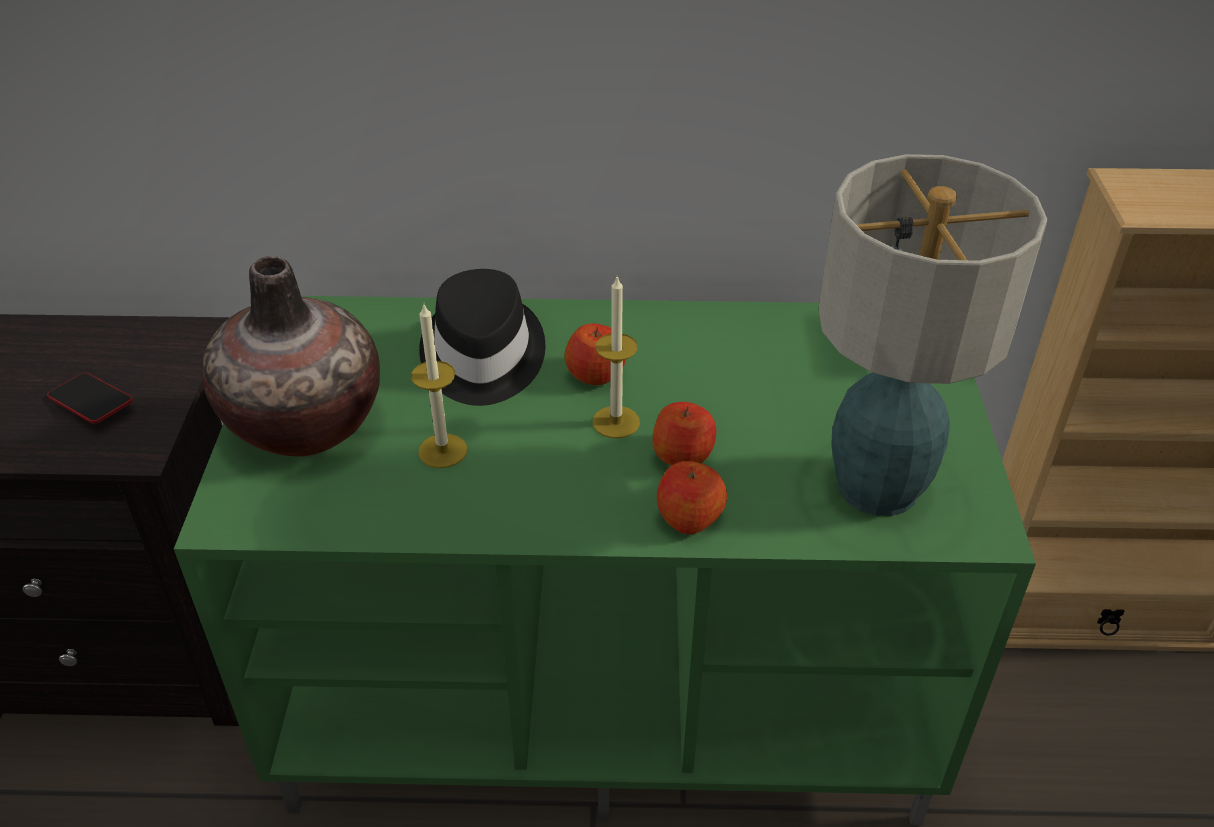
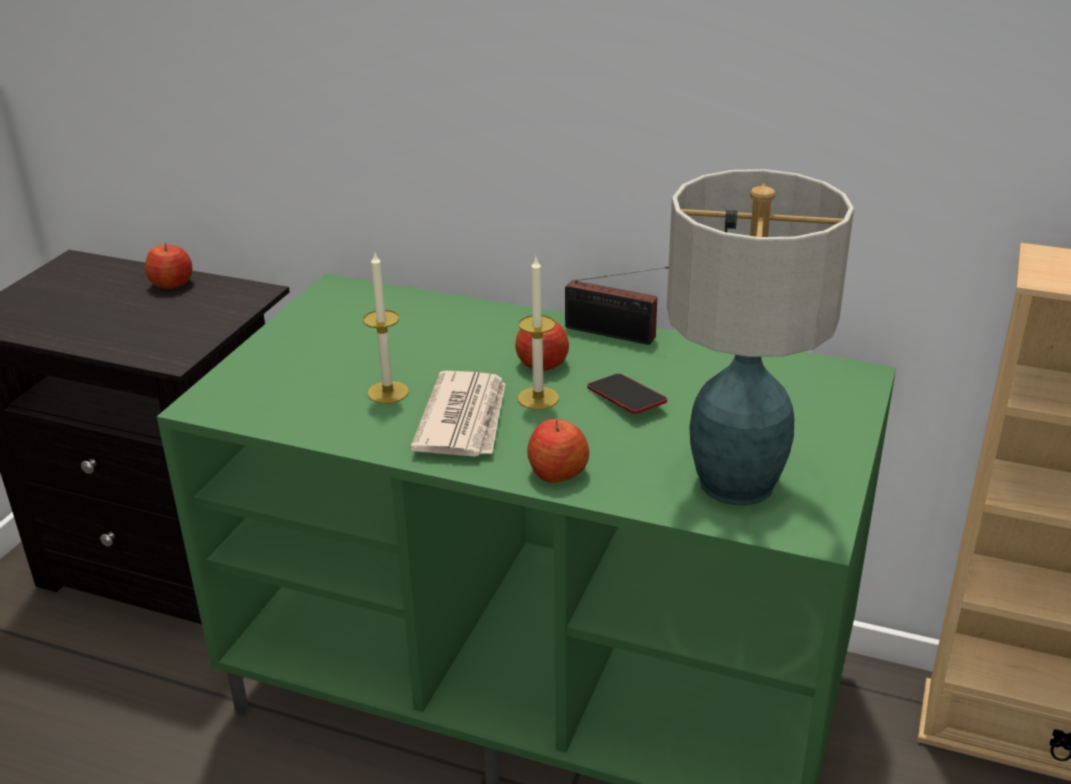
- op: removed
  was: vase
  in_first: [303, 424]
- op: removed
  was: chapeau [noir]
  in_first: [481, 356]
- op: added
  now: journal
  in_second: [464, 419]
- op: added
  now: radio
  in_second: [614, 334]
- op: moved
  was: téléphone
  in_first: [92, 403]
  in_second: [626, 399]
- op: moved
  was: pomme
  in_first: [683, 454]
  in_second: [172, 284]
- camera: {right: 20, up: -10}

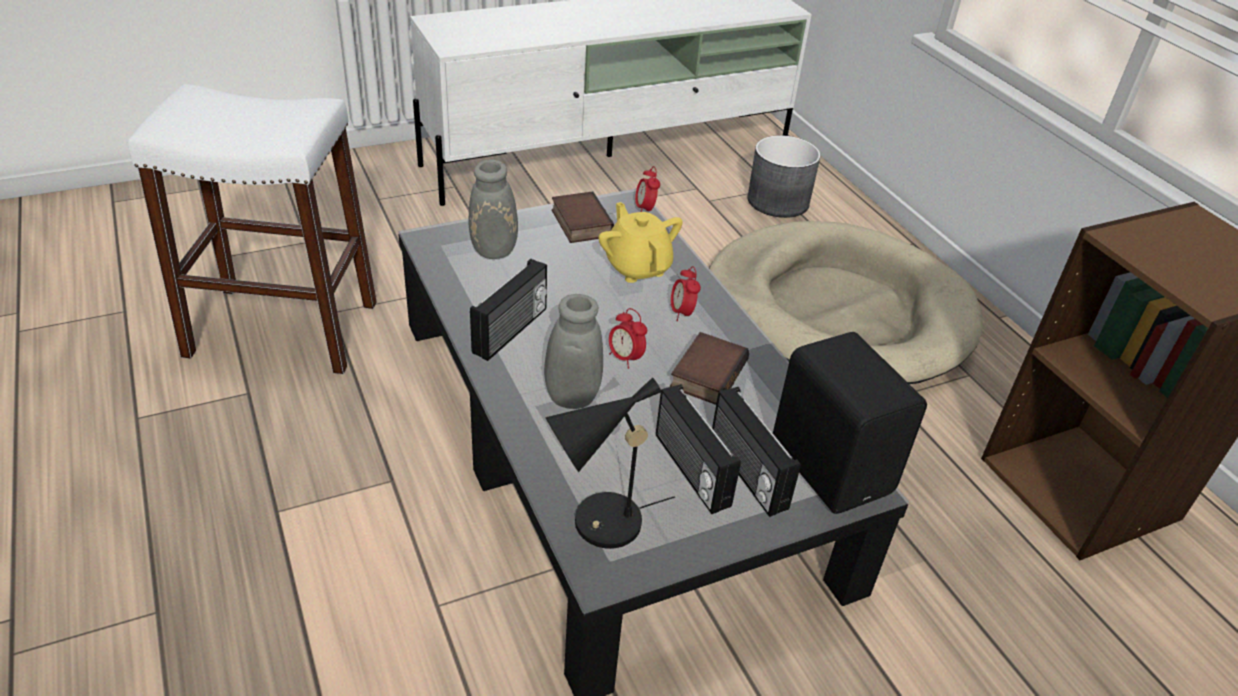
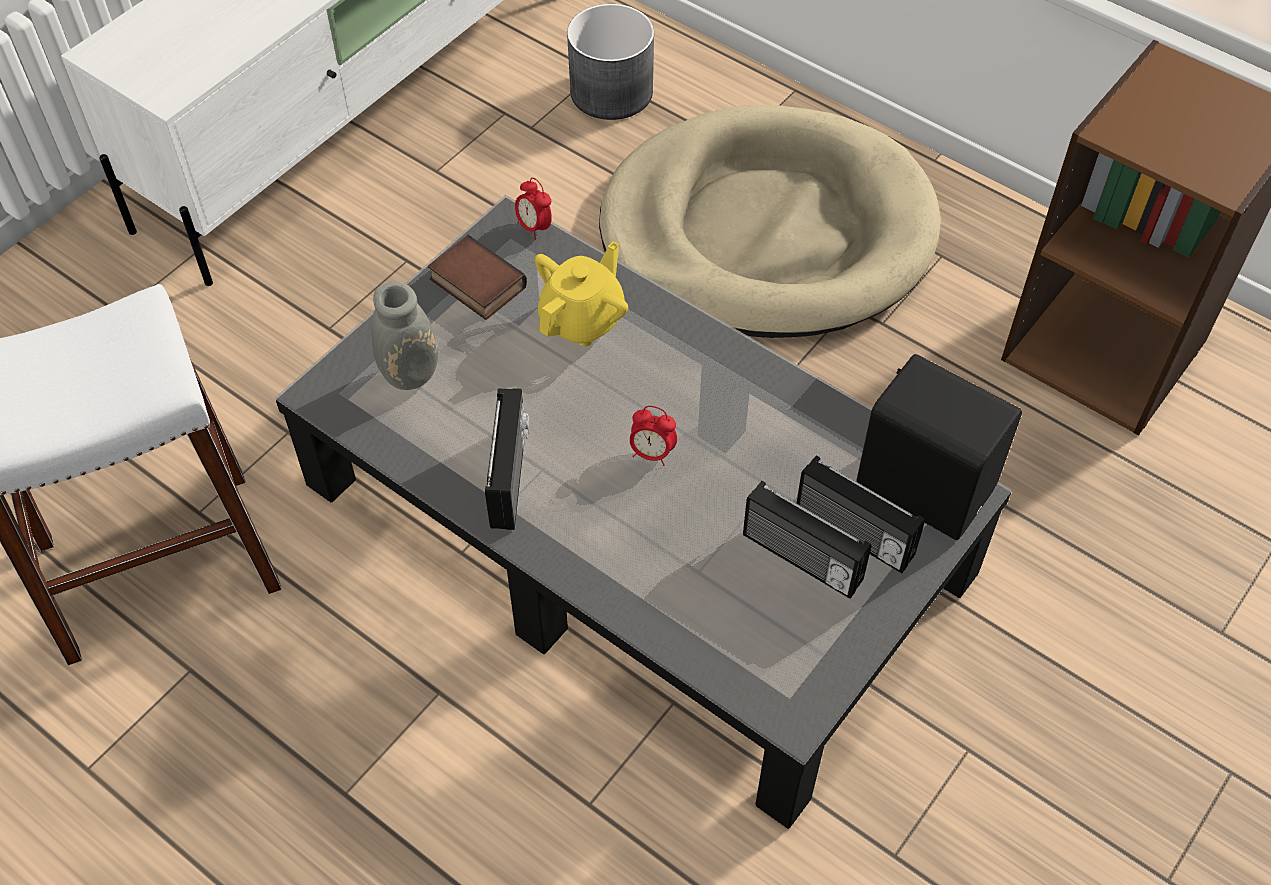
- op: removed
  was: vase [gris]
  in_first: [568, 400]
- op: removed
  was: lampe de table [noir]
  in_first: [599, 527]
- op: removed
  was: livre
  in_first: [706, 373]
- op: removed
  was: réveil
  in_first: [682, 313]
- op: turned
  was: théière [jaune]
  in_first: [637, 267]
  in_second: [582, 320]
  clockwise: 90
- camera: {right: -25, up: 15}

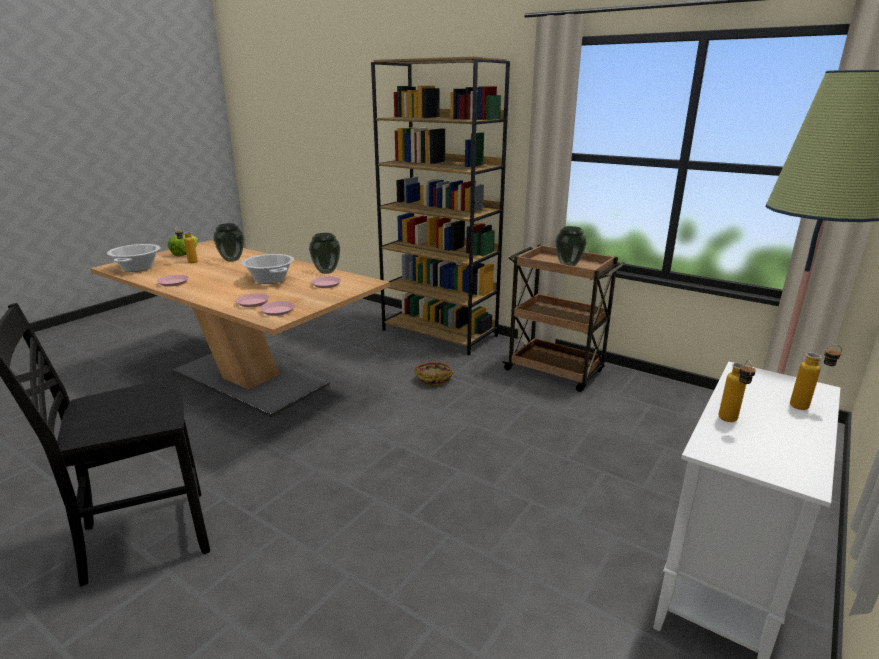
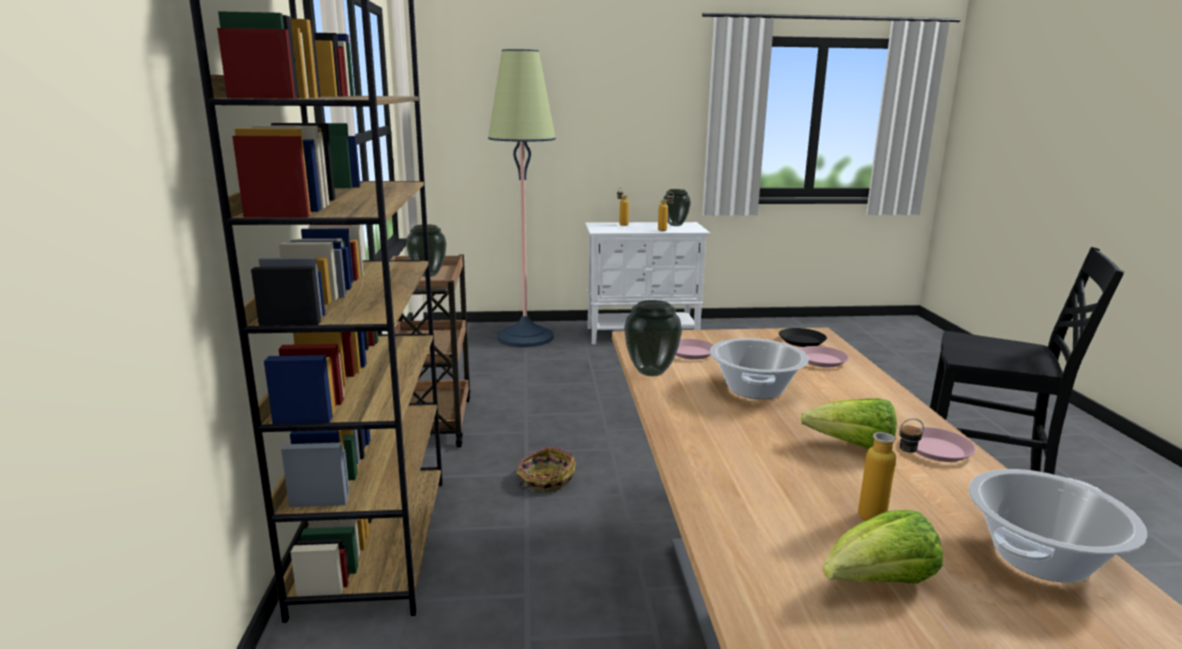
- op: added
  now: laitue
  in_second: [852, 447]
- op: moved
  was: vase
  in_first: [232, 260]
  in_second: [675, 225]
- op: recoloured
  was: assiette [rose]
  now: assiette [noir]
  in_first: [277, 311]
  in_second: [802, 341]
- camera: {right: -130, up: -5}

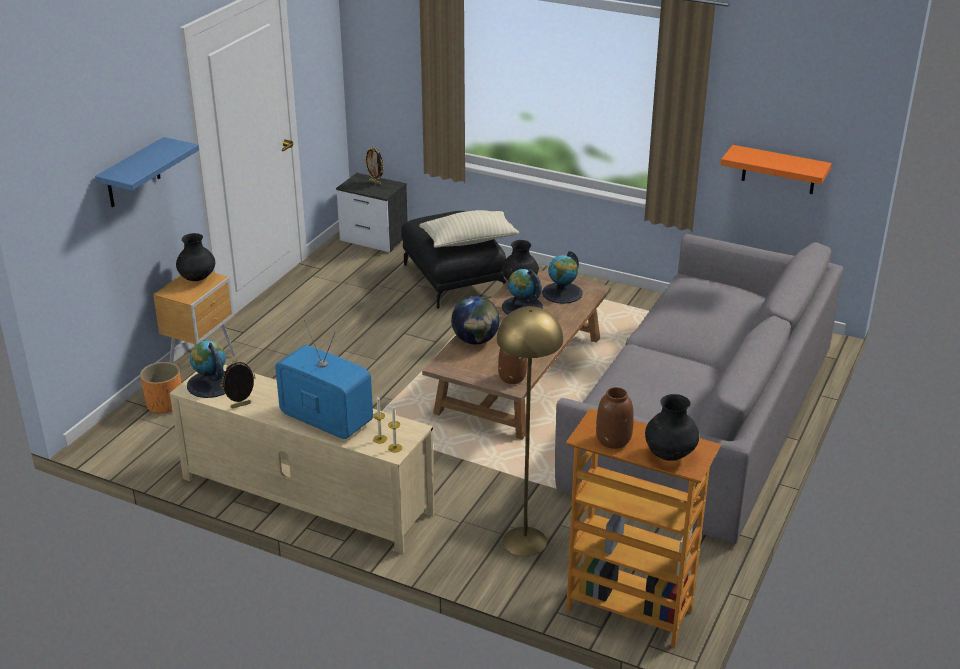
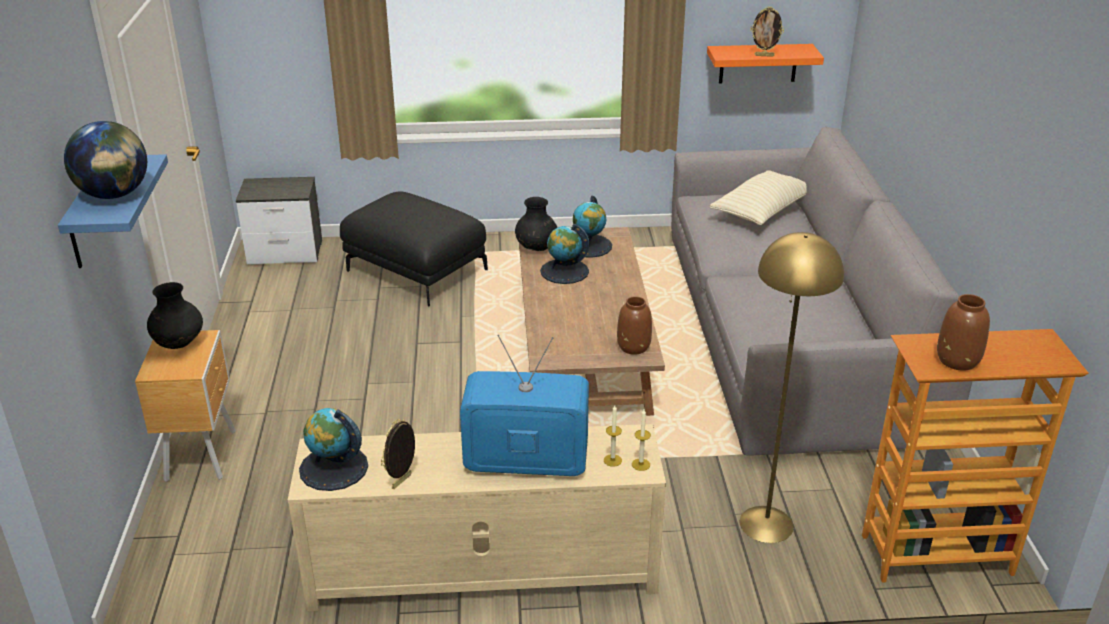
- op: removed
  was: cache-pot [orange]
  in_first: [164, 404]
- op: removed
  was: vase [noir]
  in_first: [669, 454]
- op: moved
  was: cadre photo
  in_first: [375, 182]
  in_second: [764, 55]
- op: moved
  was: coussin [beige]
  in_first: [469, 241]
  in_second: [762, 211]
- op: moved
  was: globe
  in_first: [475, 340]
  in_second: [114, 195]
- camera: {right: -30, up: 0}

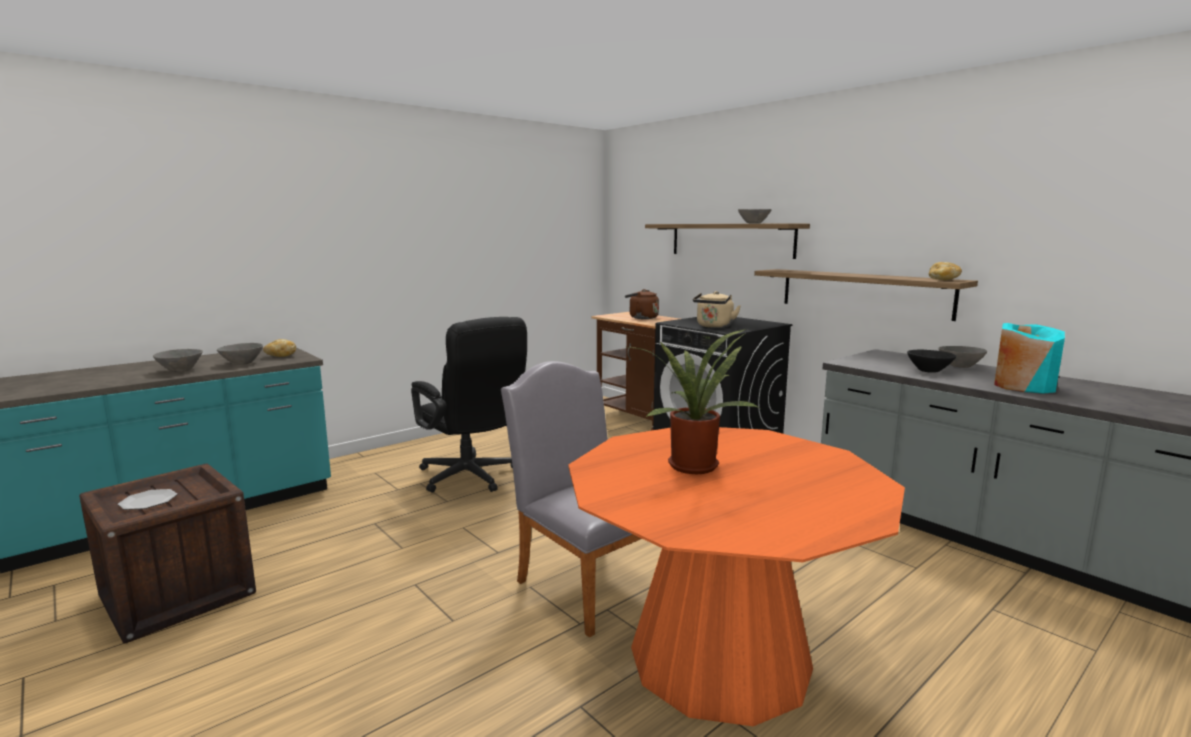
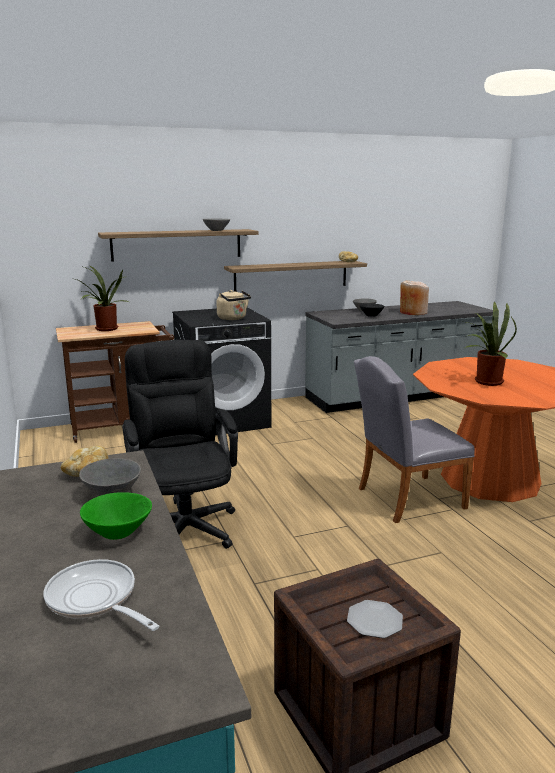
- op: added
  now: poêle
  in_second: [95, 600]
- op: replaced
  was: bouilloire [marron]
  now: plante en pot
  in_first: [641, 318]
  in_second: [105, 329]
- op: recoloured
  was: bol [gris]
  now: bol [vert]
  in_first: [180, 370]
  in_second: [119, 533]
- op: recoloured
  was: vase [turquoise]
  now: vase [beige]
  in_first: [1023, 386]
  in_second: [412, 312]
- op: turned
  was: chaise de bureau [noir]
  in_first: [472, 478]
  in_second: [184, 522]
  clockwise: -90
- camera: {right: -70, up: 5}

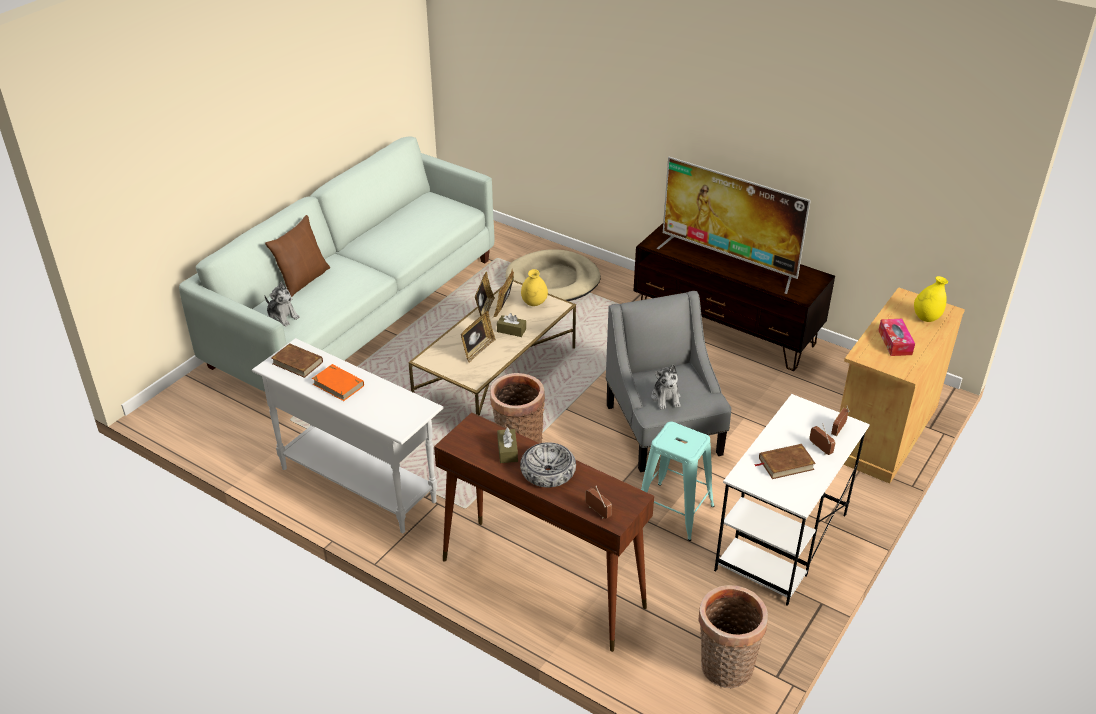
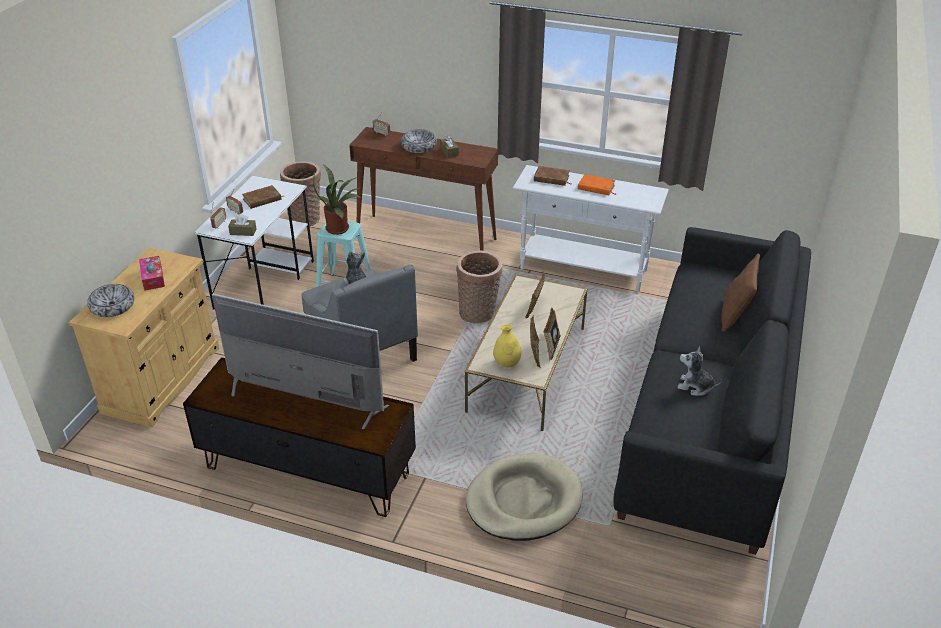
- op: added
  now: plante en pot
  in_second: [340, 228]
- op: moved
  was: peluche
  in_first: [282, 317]
  in_second: [695, 386]
- op: moved
  was: livre [marron]
  in_first: [297, 362]
  in_second: [551, 178]
- op: moved
  was: boîte à mouchoirs [marron]
  in_first: [511, 330]
  in_second: [243, 232]
- op: replaced
  was: vase [jaune]
  now: bol
  in_first: [926, 318]
  in_second: [112, 306]
- op: recoloured
  was: canapé [blanc]
  now: canapé [noir]
  in_first: [356, 311]
  in_second: [711, 415]
- camera: {right: 165, up: 0}

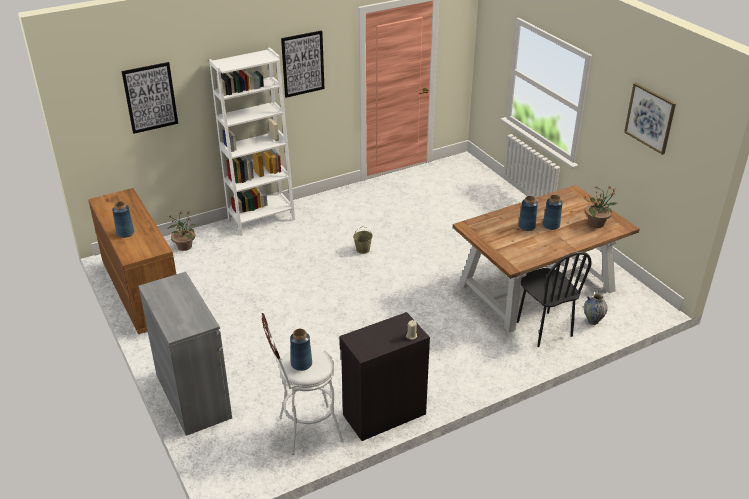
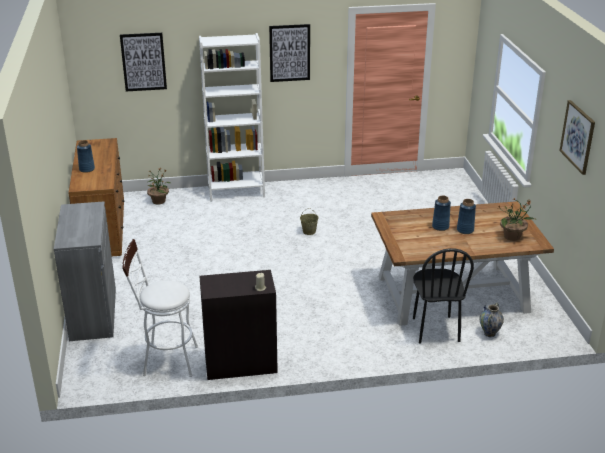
- op: removed
  was: vase [bleu]
  in_first: [301, 363]
- camera: {right: 20, up: -5}

